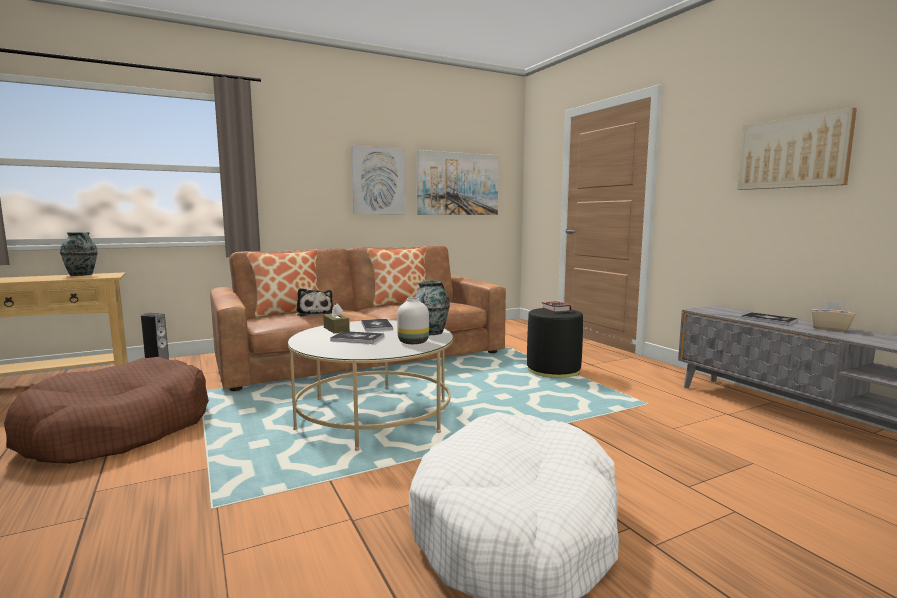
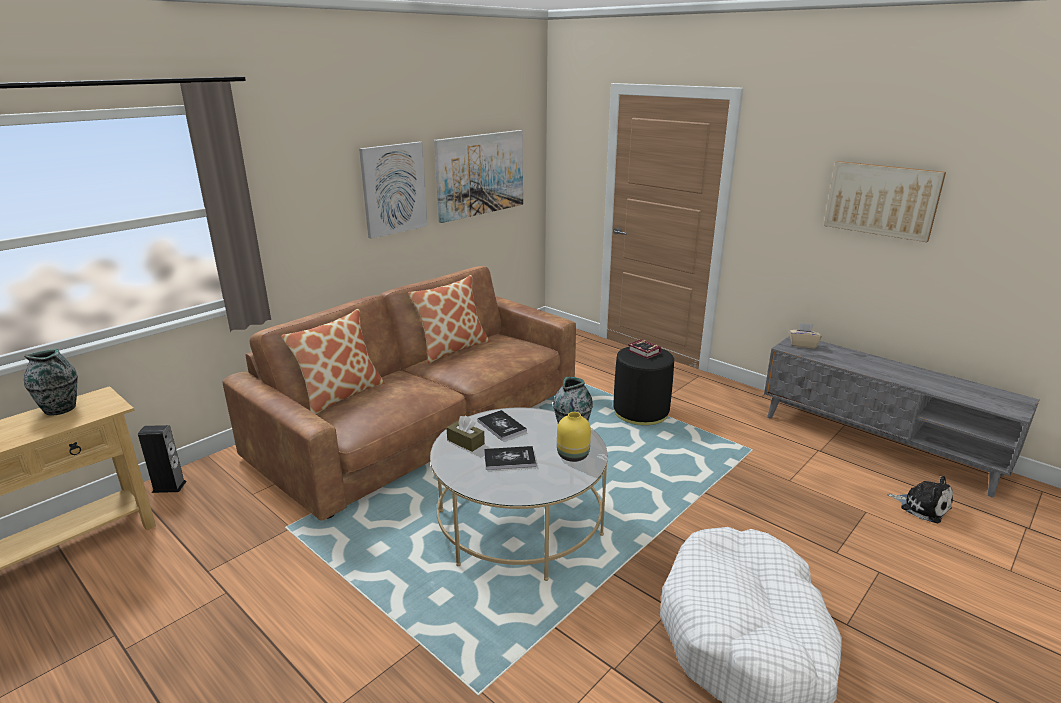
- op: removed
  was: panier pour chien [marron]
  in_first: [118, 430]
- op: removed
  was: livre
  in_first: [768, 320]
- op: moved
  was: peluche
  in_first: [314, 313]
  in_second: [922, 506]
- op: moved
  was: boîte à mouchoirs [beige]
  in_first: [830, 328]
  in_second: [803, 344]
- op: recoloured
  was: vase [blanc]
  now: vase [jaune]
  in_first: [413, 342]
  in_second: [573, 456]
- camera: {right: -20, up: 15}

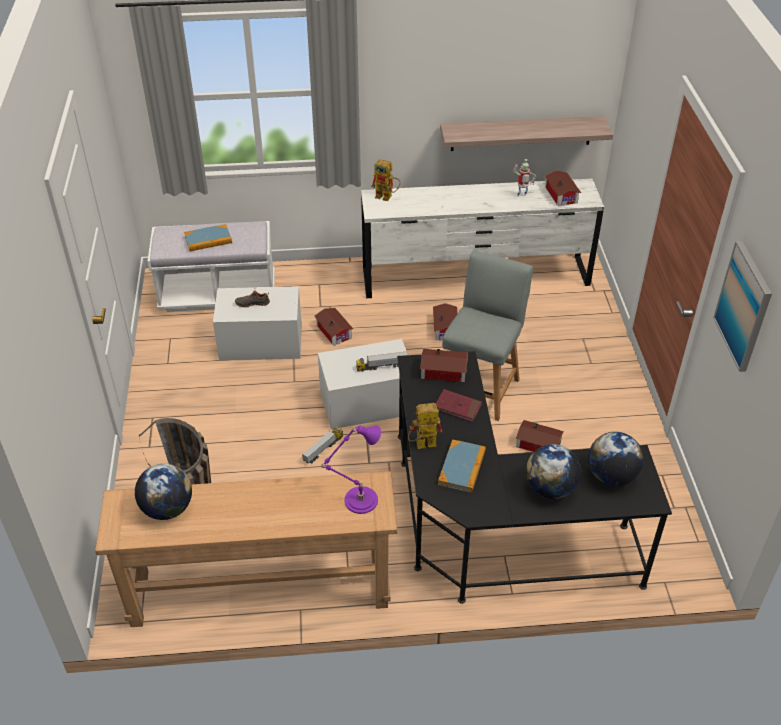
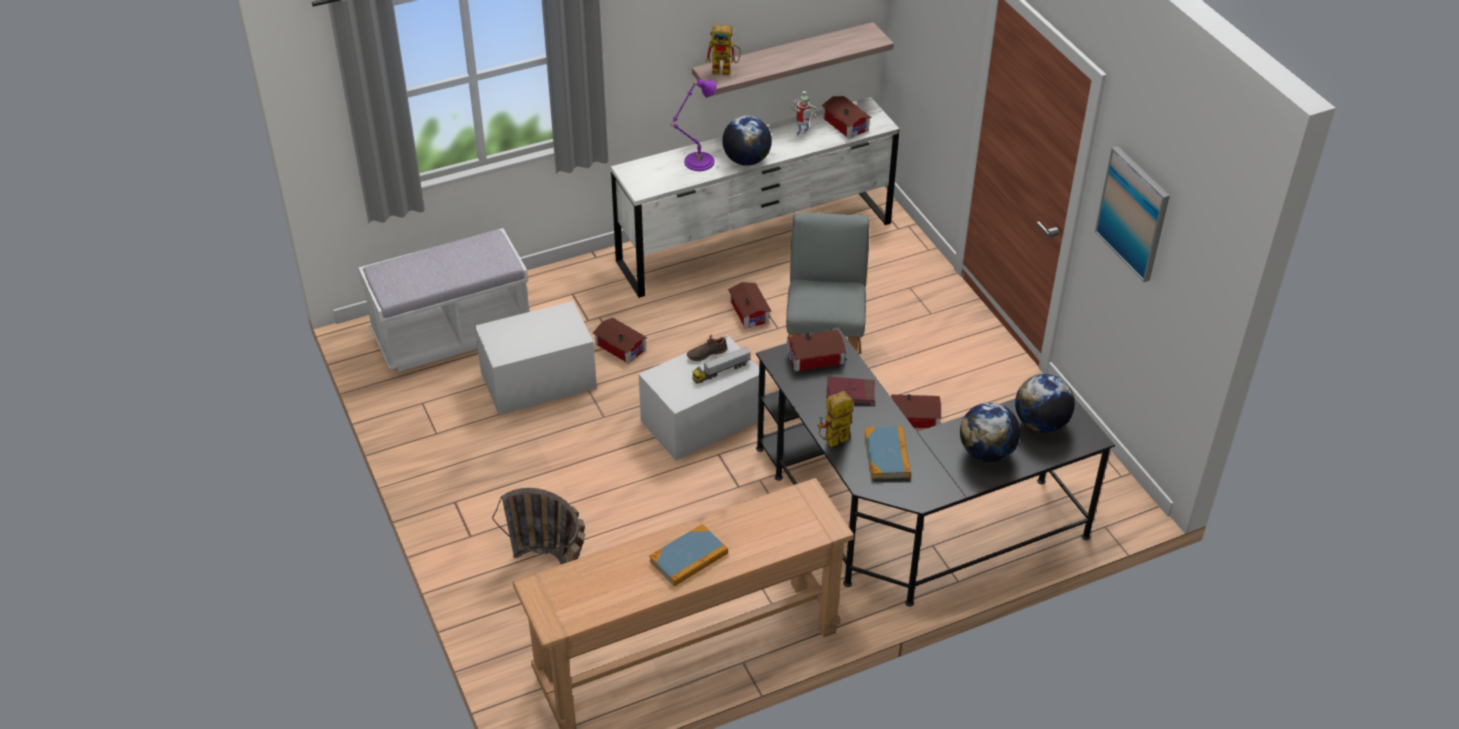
- op: removed
  was: camion jouet
  in_first: [323, 449]
- op: moved
  was: globe
  in_first: [167, 509]
  in_second: [746, 160]
- op: moved
  was: livre
  in_first: [208, 240]
  in_second: [688, 558]
- op: moved
  was: chaussure [noir]
  in_first: [252, 303]
  in_second: [706, 353]
- op: moved
  was: lampe de table [violet]
  in_first: [358, 501]
  in_second: [697, 163]
- op: moved
  was: robot jouet
  in_first: [387, 197]
  in_second: [726, 70]
- camera: {right: -20, up: 0}

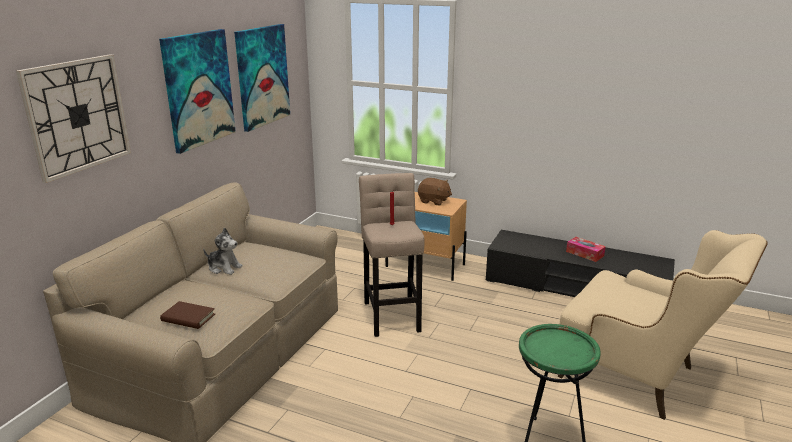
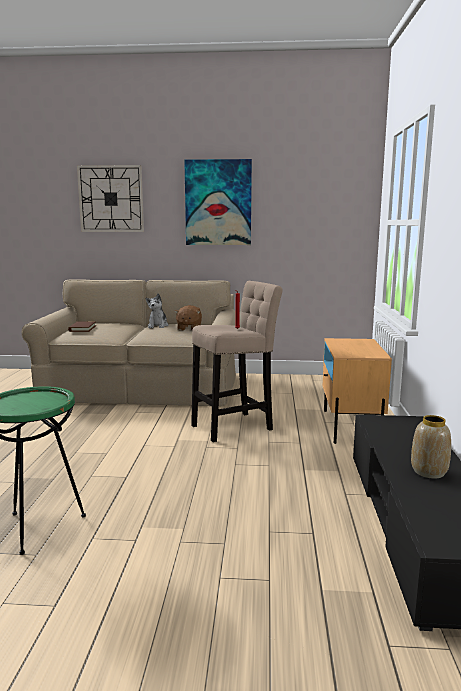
- op: removed
  was: tableau
  in_first: [262, 76]
- op: removed
  was: fauteuil [beige]
  in_first: [640, 378]
- op: moved
  was: peluche [marron]
  in_first: [434, 201]
  in_second: [188, 328]
- op: replaced
  was: boîte à mouchoirs
  now: vase
  in_first: [584, 254]
  in_second: [428, 471]
- camera: {right: 70, up: -10}

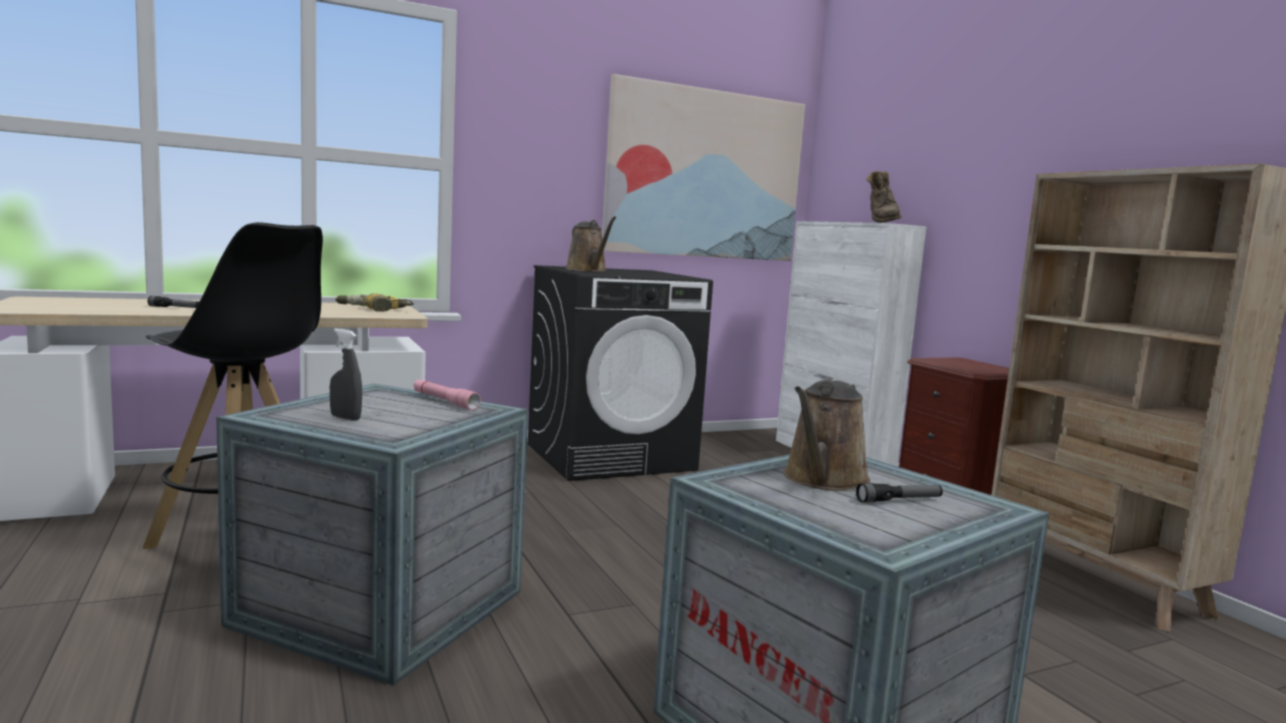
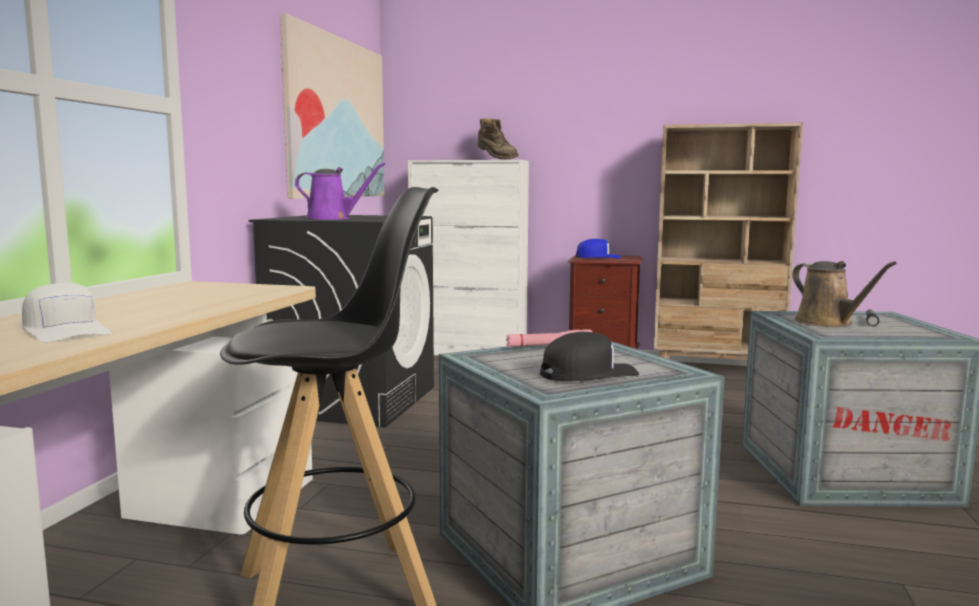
- op: removed
  was: perceuse
  in_first: [374, 309]
- op: added
  now: casquette [bleu]
  in_second: [598, 257]
- op: replaced
  was: lampe de poche
  now: casquette [blanc]
  in_first: [175, 308]
  in_second: [65, 331]
- op: replaced
  was: vaporisateur [gris]
  now: casquette [noir]
  in_first: [345, 418]
  in_second: [588, 374]
- op: recoloured
  was: arrosoir [marron]
  now: arrosoir [violet]
  in_first: [588, 270]
  in_second: [332, 218]
- camera: {right: -50, up: 0}

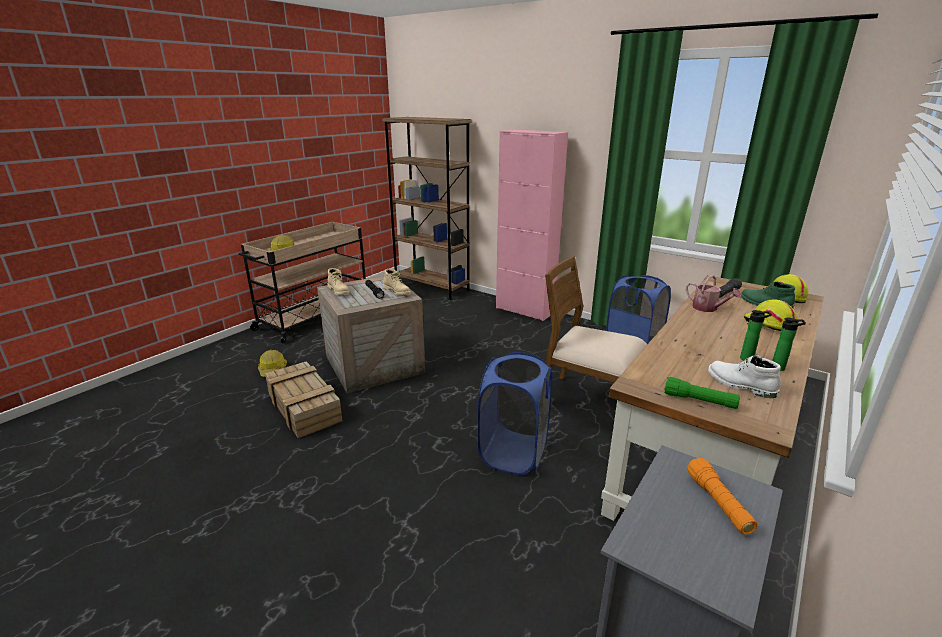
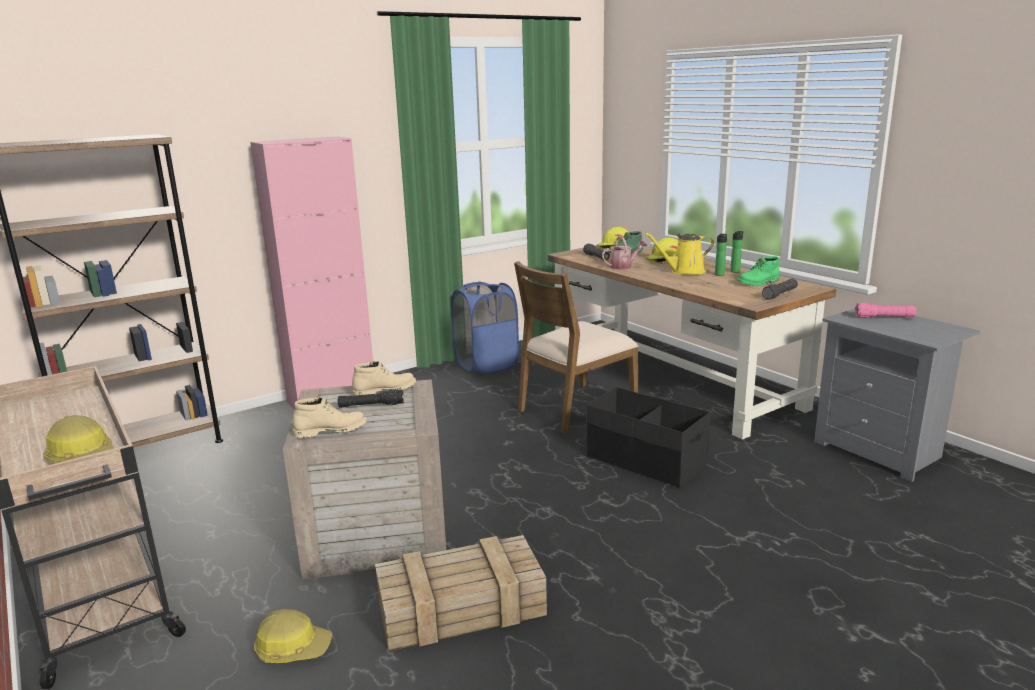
- op: added
  now: arrosoir [jaune]
  in_second: [684, 272]
- op: replaced
  was: panier à linge [bleu]
  now: boîte de rangement [noir]
  in_first: [514, 453]
  in_second: [645, 461]
- op: recoloured
  was: lampe de poche [vert]
  now: lampe de poche [noir]
  in_first: [699, 401]
  in_second: [780, 294]
- op: recoloured
  was: lampe de poche [orange]
  now: lampe de poche [rose]
  in_first: [718, 503]
  in_second: [884, 318]
- op: recoloured
  was: botte [blanc]
  now: botte [vert]
  in_first: [740, 385]
  in_second: [758, 283]
- camera: {right: -70, up: -5}

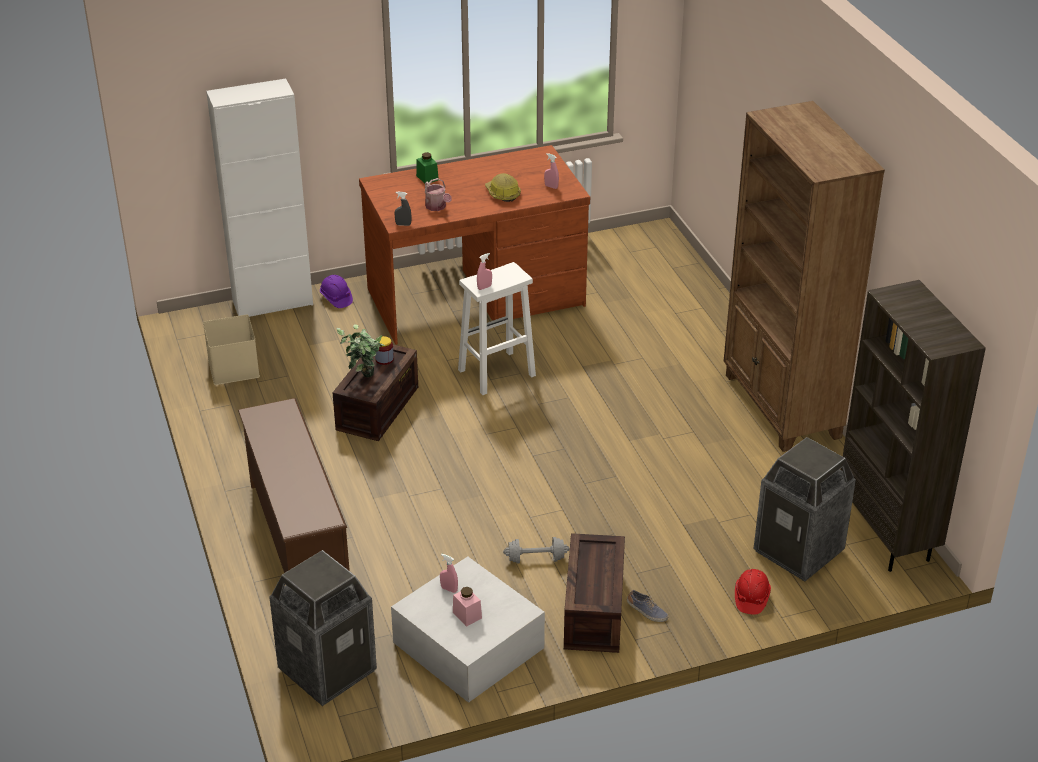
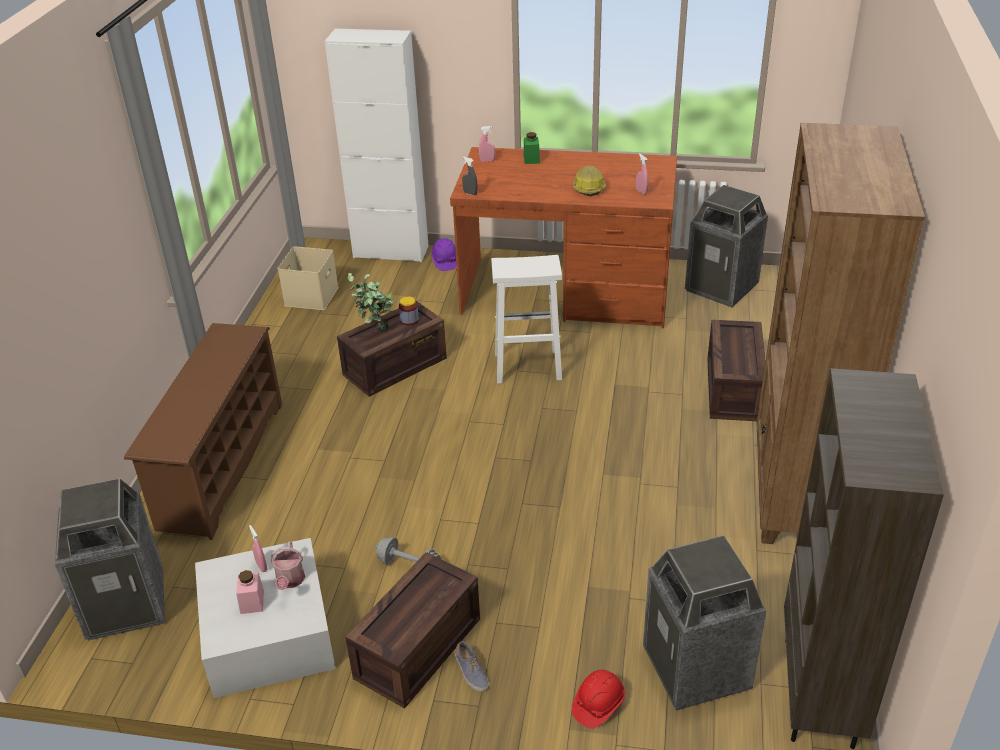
- op: added
  now: poubelle
  in_second: [722, 287]
- op: added
  now: caisse
  in_second: [731, 387]
- op: moved
  was: arrosoir
  in_first: [437, 207]
  in_second: [290, 581]
- op: moved
  was: vaporisateur [rose]
  in_first: [484, 287]
  in_second: [487, 161]
- camera: {right: 30, up: 0}

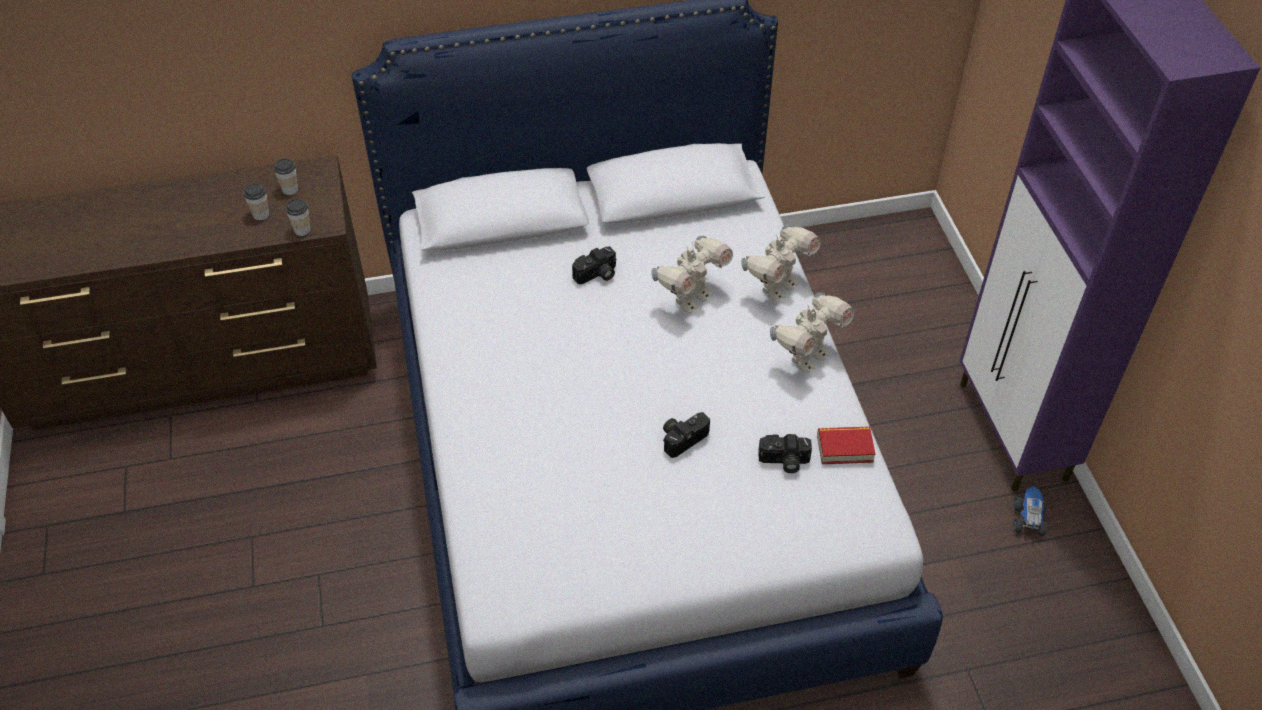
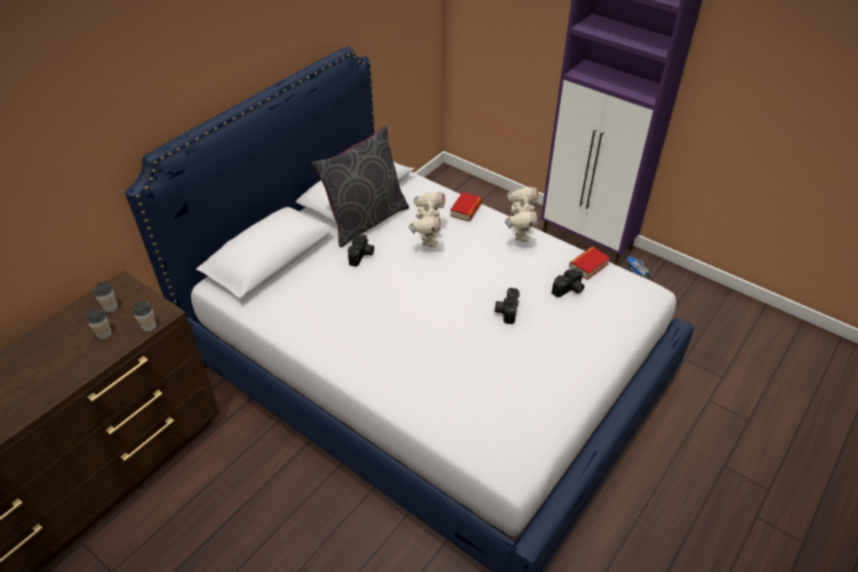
- op: added
  now: coussin [gris]
  in_second: [365, 220]
- op: replaced
  was: robot jouet
  now: livre
  in_first: [777, 287]
  in_second: [466, 210]
- camera: {right: -40, up: -5}

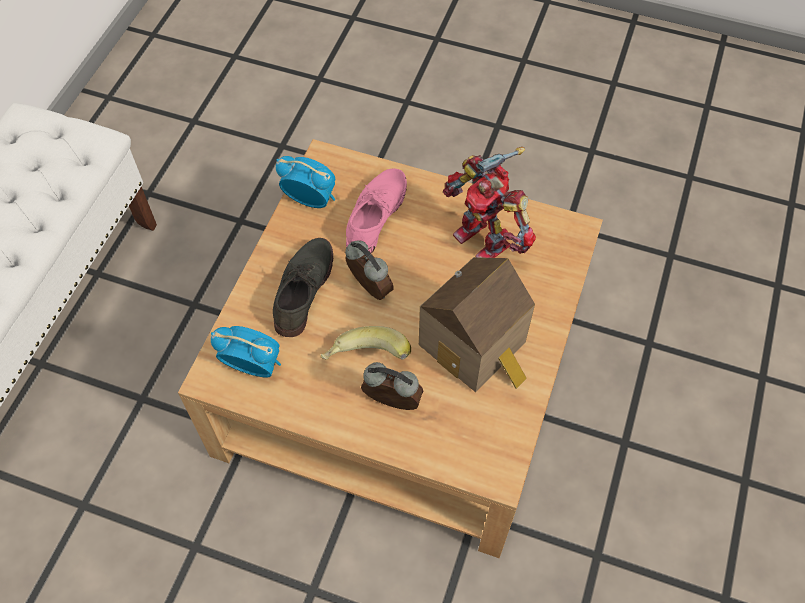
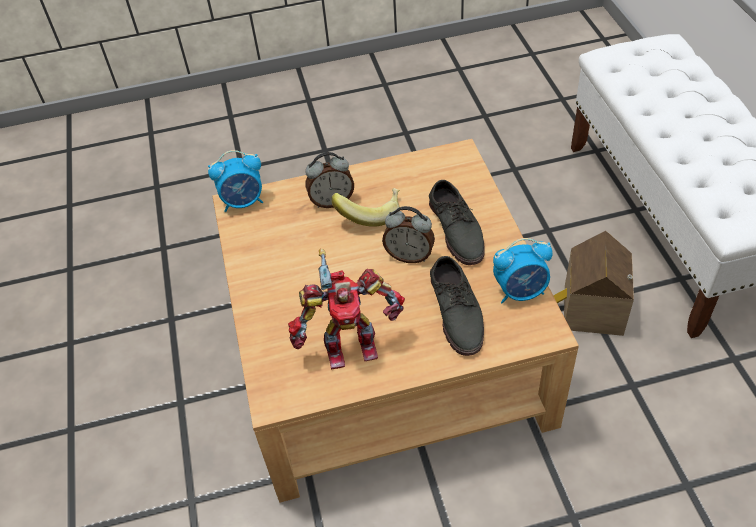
- op: moved
  was: réveil
  in_first: [253, 366]
  in_second: [243, 202]
- op: moved
  was: maison miniature
  in_first: [476, 346]
  in_second: [589, 310]
- op: recoloured
  was: chaussure [rose]
  now: chaussure [gris]
  in_first: [375, 214]
  in_second: [457, 312]
- op: turned
  was: robot jouet
  in_first: [484, 238]
  in_second: [349, 345]
  clockwise: 150
- camera: {right: 150, up: -10}

